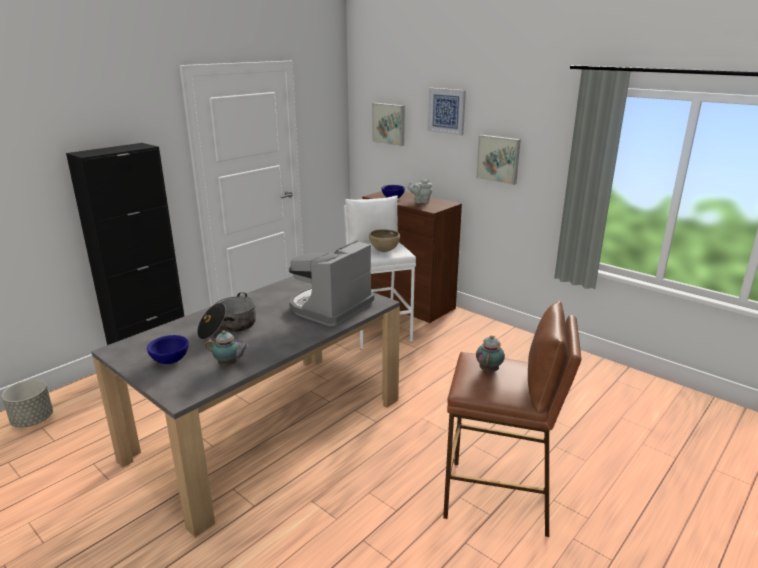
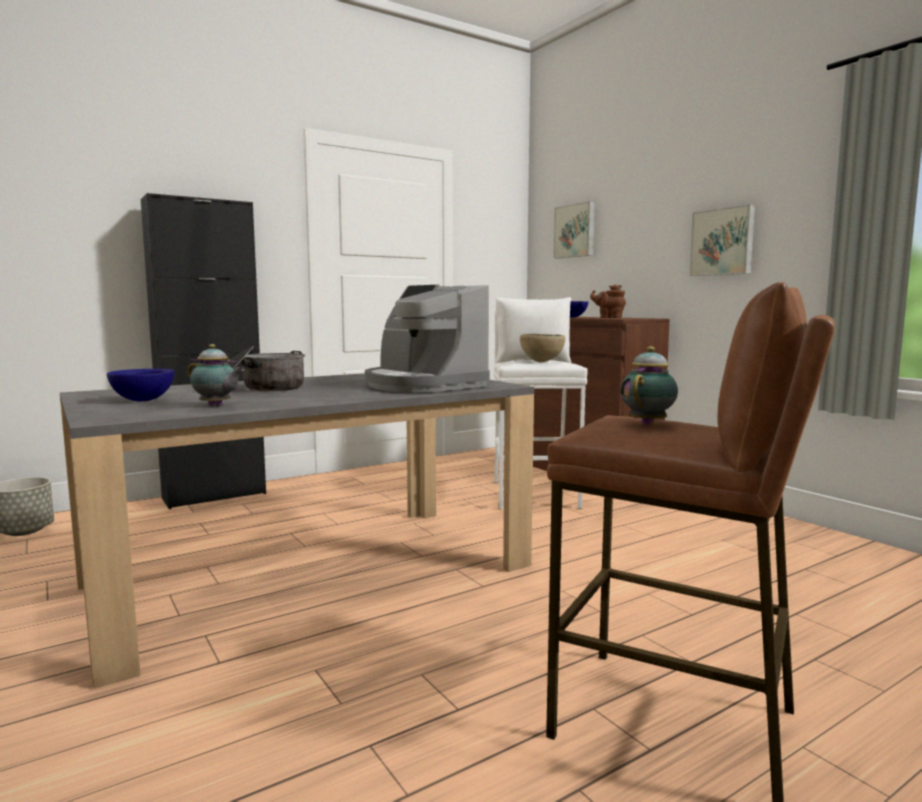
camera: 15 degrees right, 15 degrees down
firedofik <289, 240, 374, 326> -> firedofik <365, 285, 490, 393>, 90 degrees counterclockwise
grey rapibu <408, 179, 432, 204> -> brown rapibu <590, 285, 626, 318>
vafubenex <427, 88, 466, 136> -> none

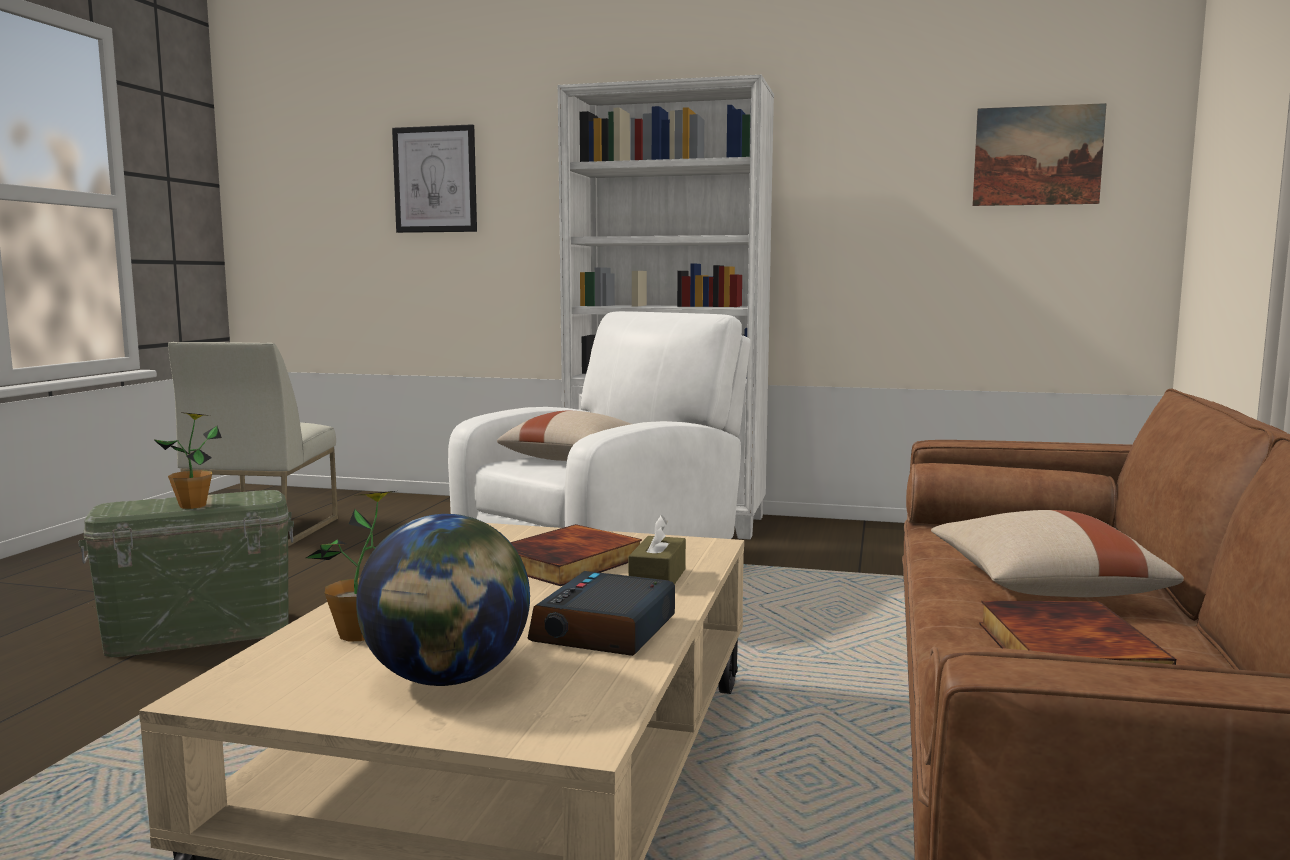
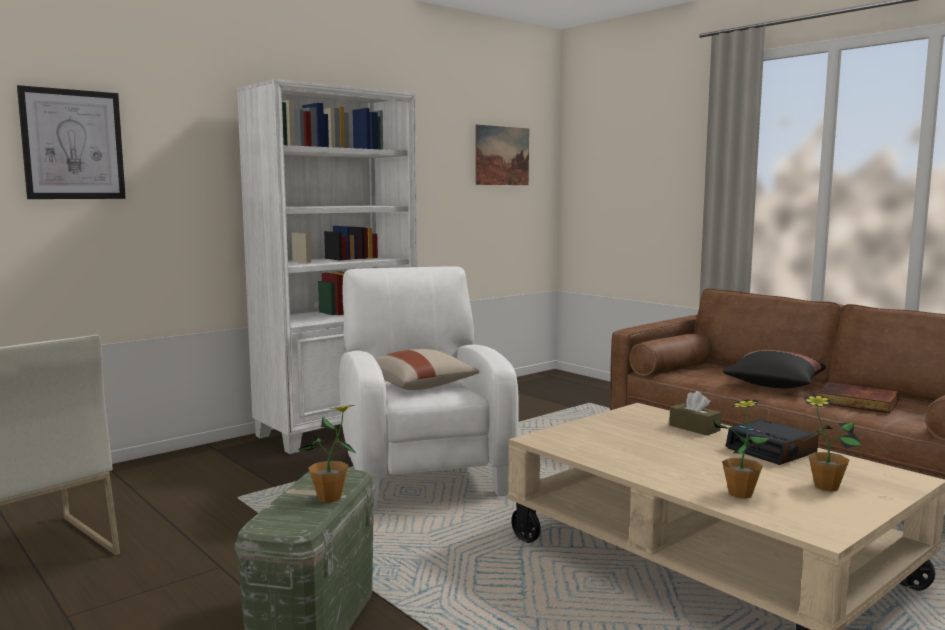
camera: 55 degrees left, 0 degrees up
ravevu <356, 514, 530, 686> -> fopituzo <803, 394, 862, 492>
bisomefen <510, 524, 642, 586> -> none
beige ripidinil <931, 510, 1184, 597> -> black ripidinil <723, 350, 826, 388>

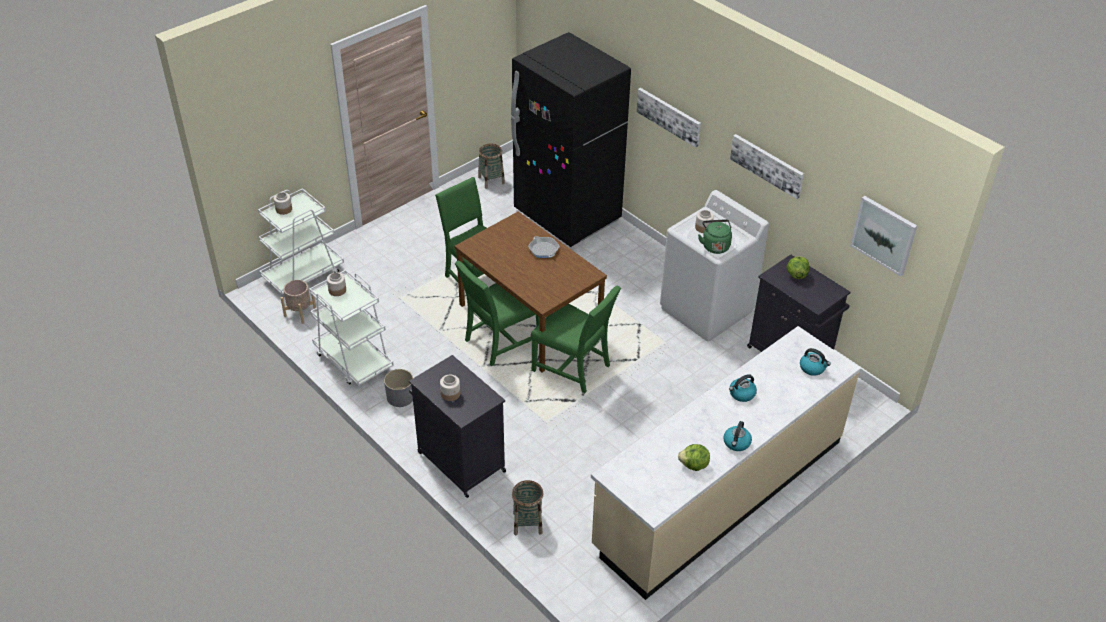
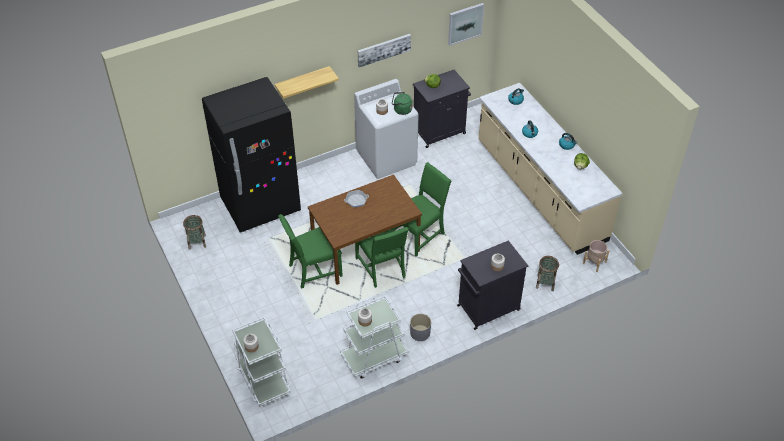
camera: 75 degrees left, 5 degrees up
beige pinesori <280, 280, 316, 324> -> beige pinesori <583, 240, 610, 272>, relocated
vafubenex <636, 88, 701, 148> -> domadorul <275, 66, 339, 99>

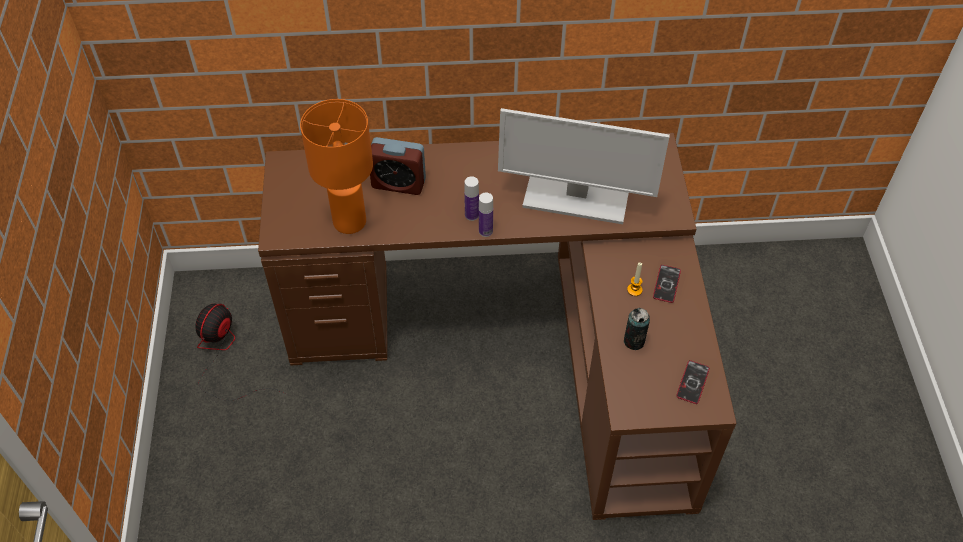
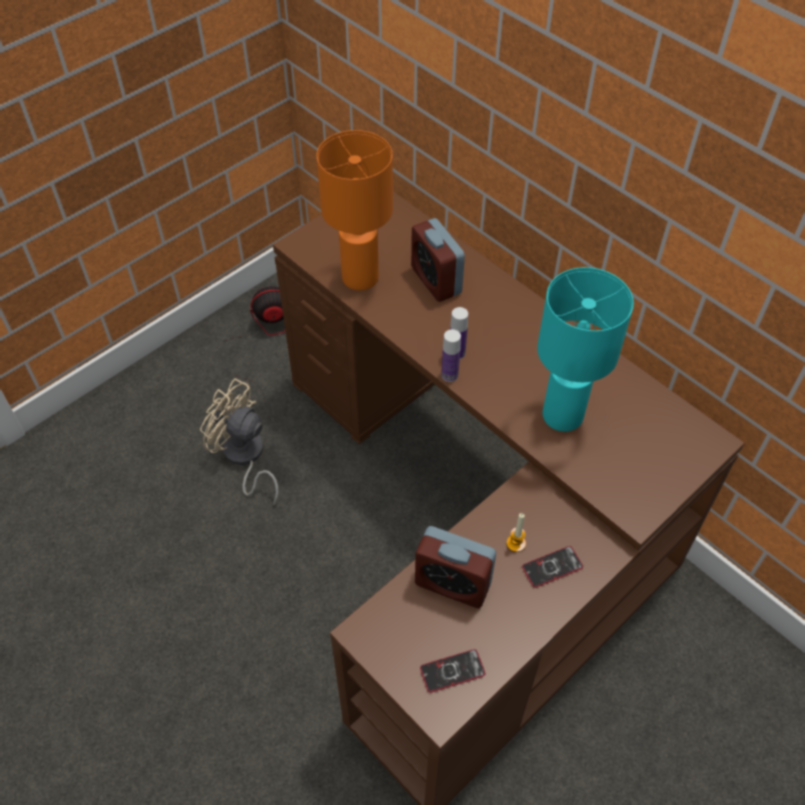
camera: 50 degrees right, 0 degrees up
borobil <498, 108, 670, 224> -> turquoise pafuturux <537, 267, 634, 432>
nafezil <624, 308, 650, 350> -> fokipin <415, 526, 496, 608>
none -> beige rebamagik <200, 378, 279, 506>

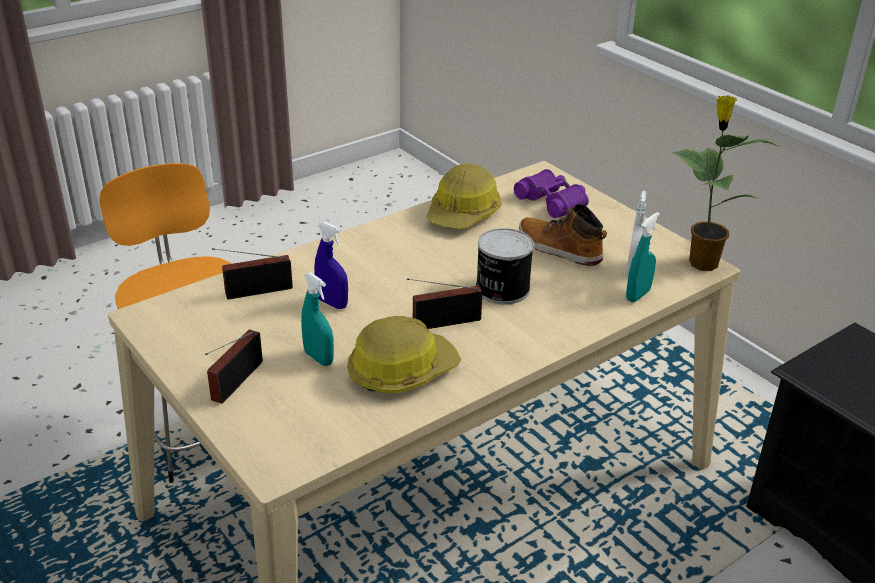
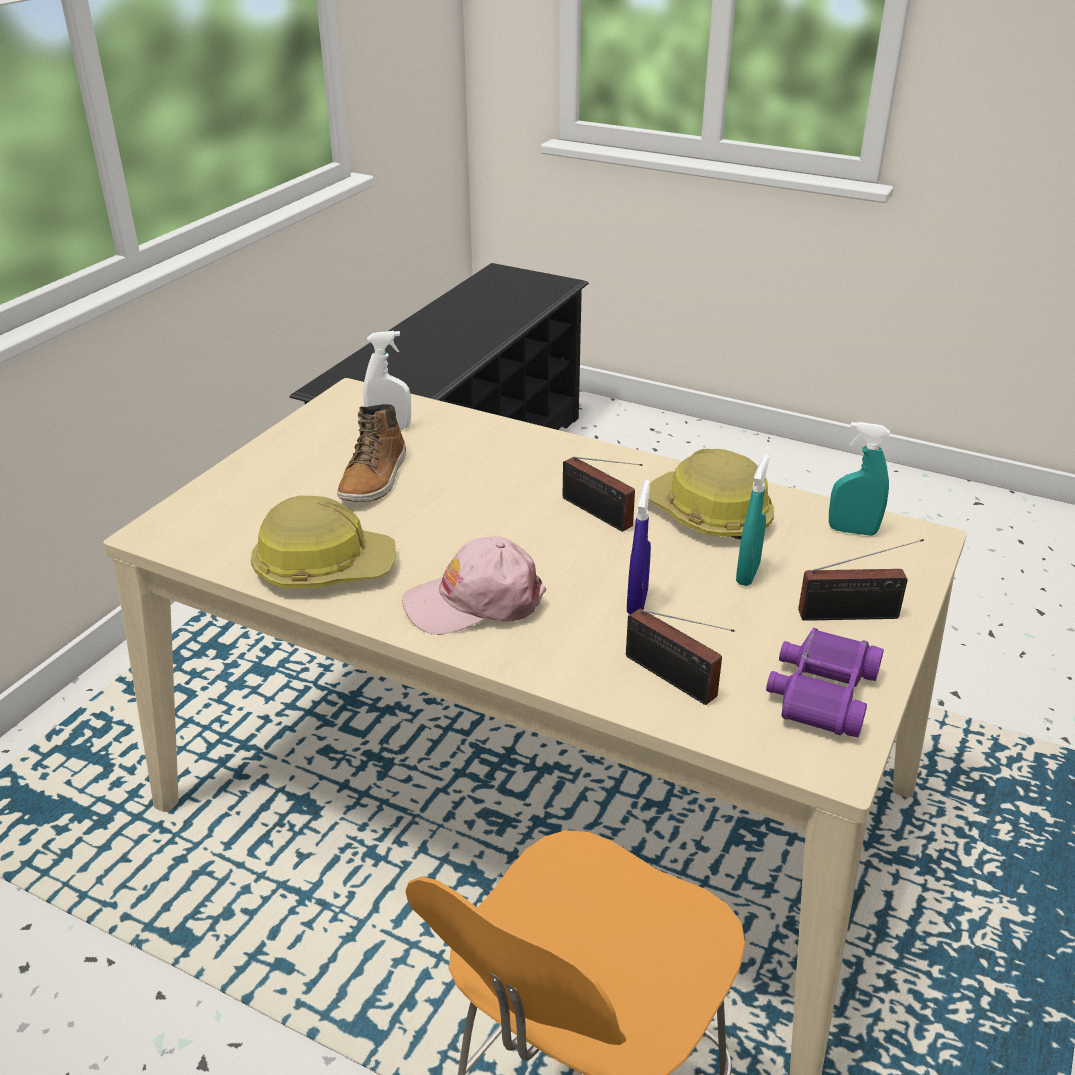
camera: 115 degrees left, 0 degrees up
nafezil <476, 228, 534, 304> -> none
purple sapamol <514, 169, 589, 218> -> purple sapamol <766, 628, 884, 738>, relocated
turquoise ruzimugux <626, 212, 660, 302> -> turquoise ruzimugux <829, 422, 890, 536>, relocated
fopituzo <672, 95, 781, 271> -> none
none -> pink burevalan <402, 537, 546, 635>

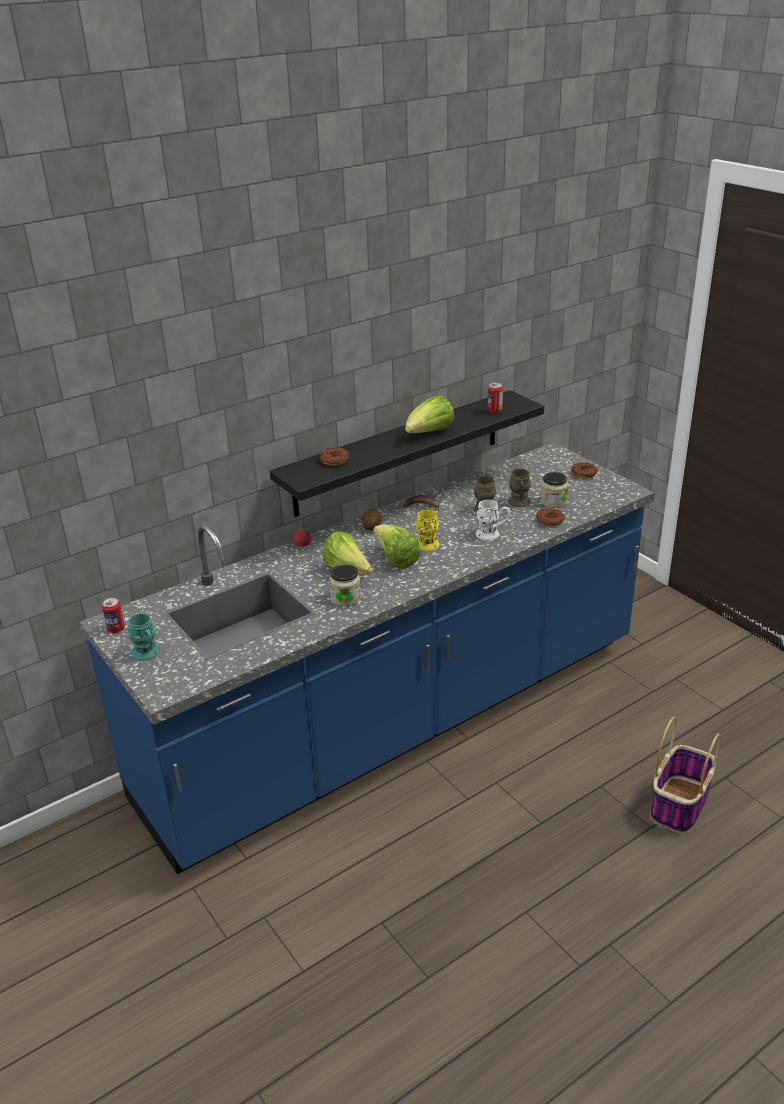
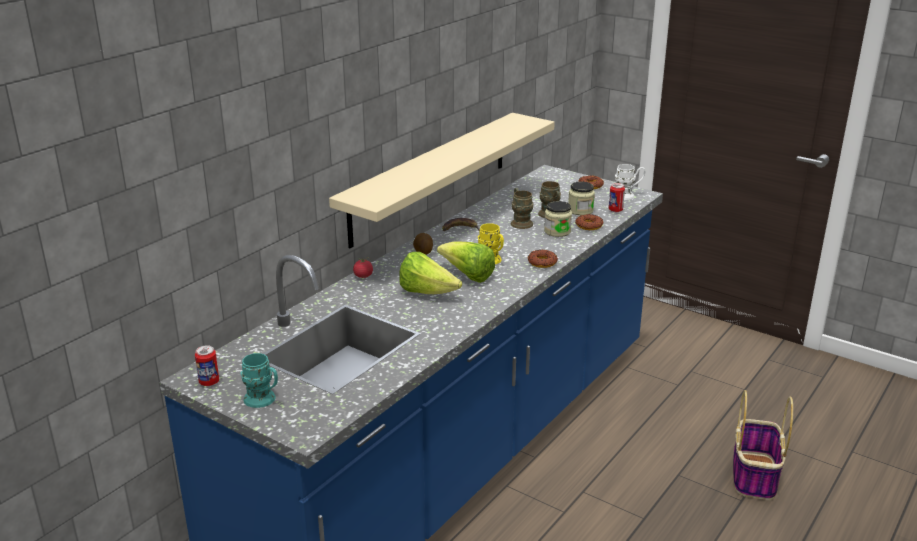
camera: 20 degrees left, 5 degrees down
black domadorul <270, 390, 544, 517> -> beige domadorul <329, 113, 555, 248>
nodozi <319, 447, 349, 466> -> nodozi <528, 249, 558, 268>, relocated
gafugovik <329, 565, 361, 606> -> gafugovik <544, 201, 572, 237>, relocated
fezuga <405, 395, 455, 433> -> none
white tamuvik <476, 500, 510, 540> -> white tamuvik <615, 164, 645, 200>, relocated
nafezil <487, 383, 503, 413> -> nafezil <609, 183, 625, 212>, relocated

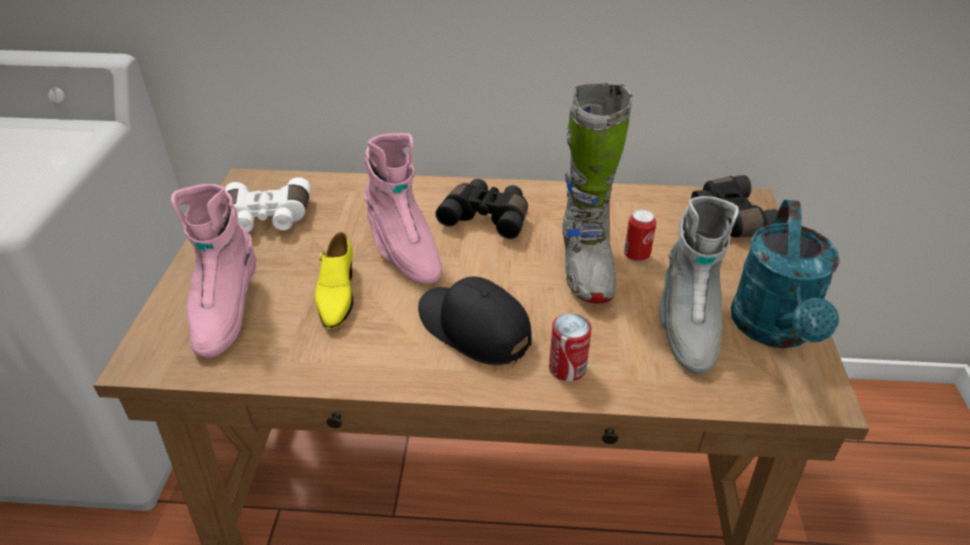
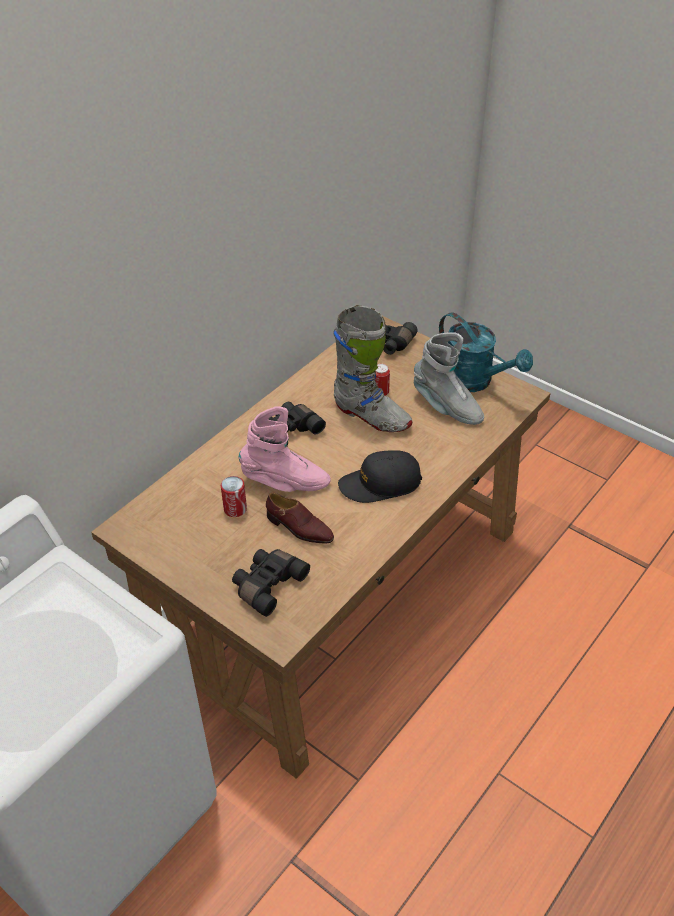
camera: 55 degrees left, 5 degrees up
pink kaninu <171, 184, 257, 358> -> black sapamol <232, 549, 310, 617>
white sapamol <225, 177, 311, 233> -> none
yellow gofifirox <315, 232, 353, 329> -> brown gofifirox <266, 493, 334, 543>
nafezil <549, 313, 591, 381> -> nafezil <221, 476, 247, 517>, relocated

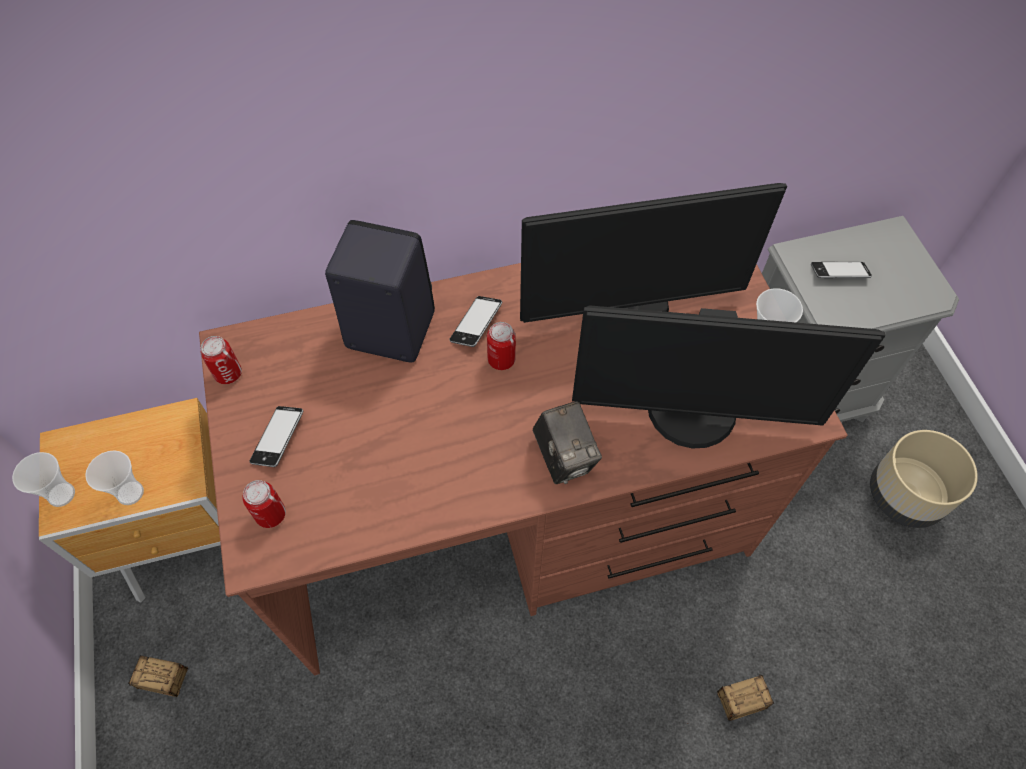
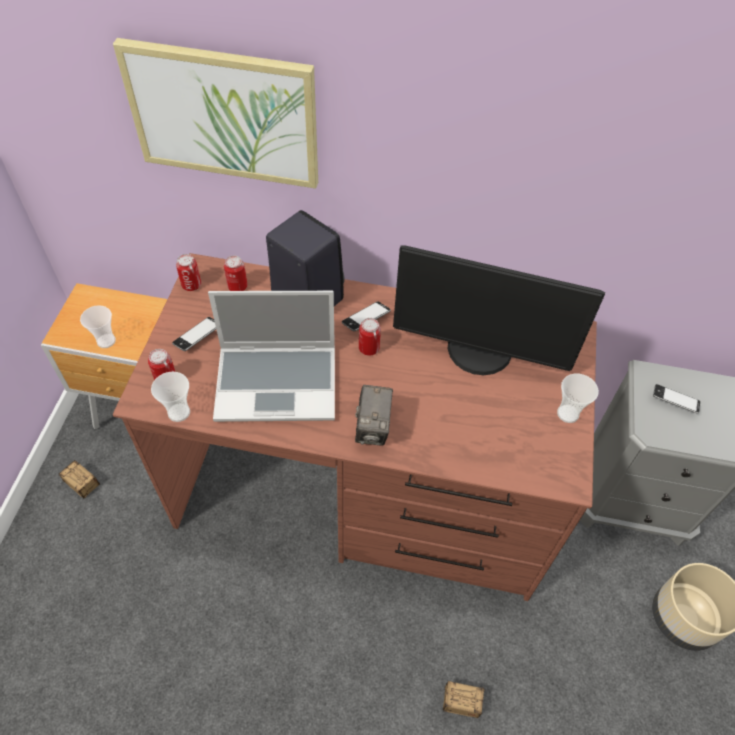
camera: 25 degrees right, 5 degrees down
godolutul <12, 452, 75, 507> -> godolutul <151, 372, 190, 422>, relocated
borobil <572, 306, 885, 449> -> none
none -> vafubenex <113, 38, 318, 189>
none -> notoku <208, 291, 335, 422>
none -> nafezil <224, 256, 247, 291>

